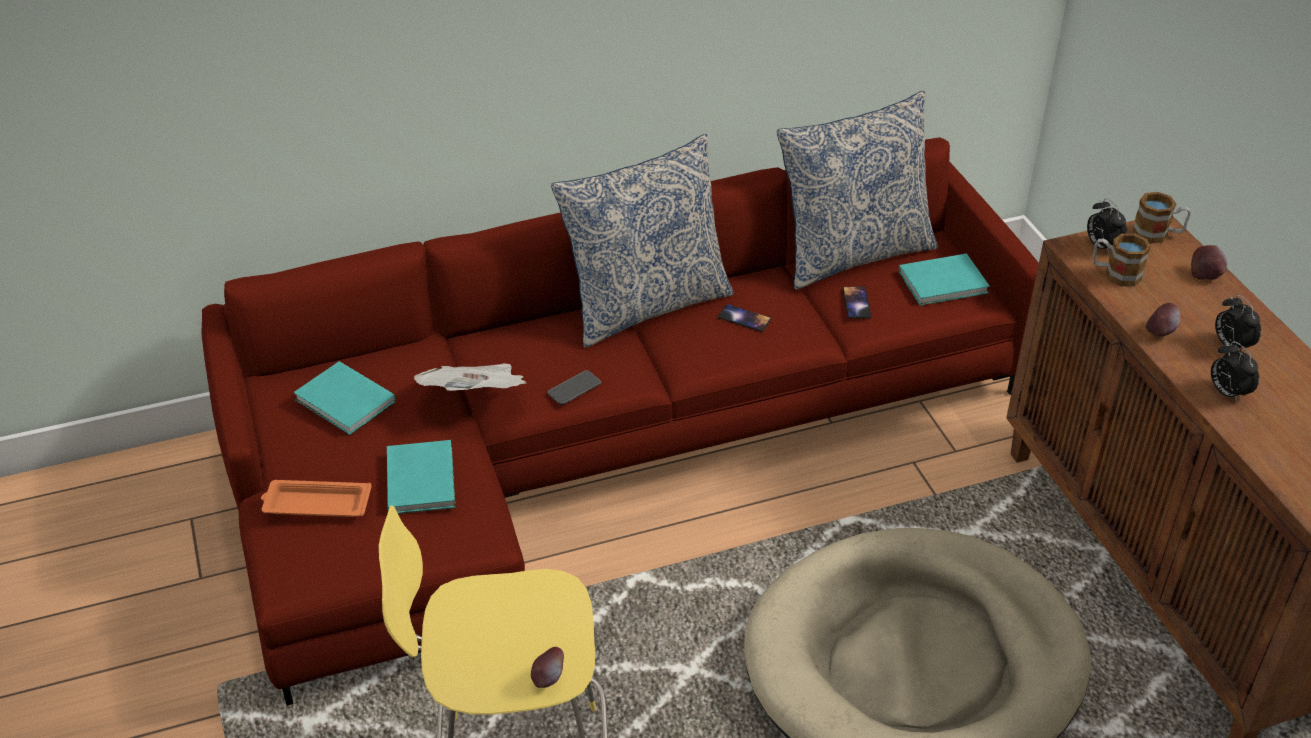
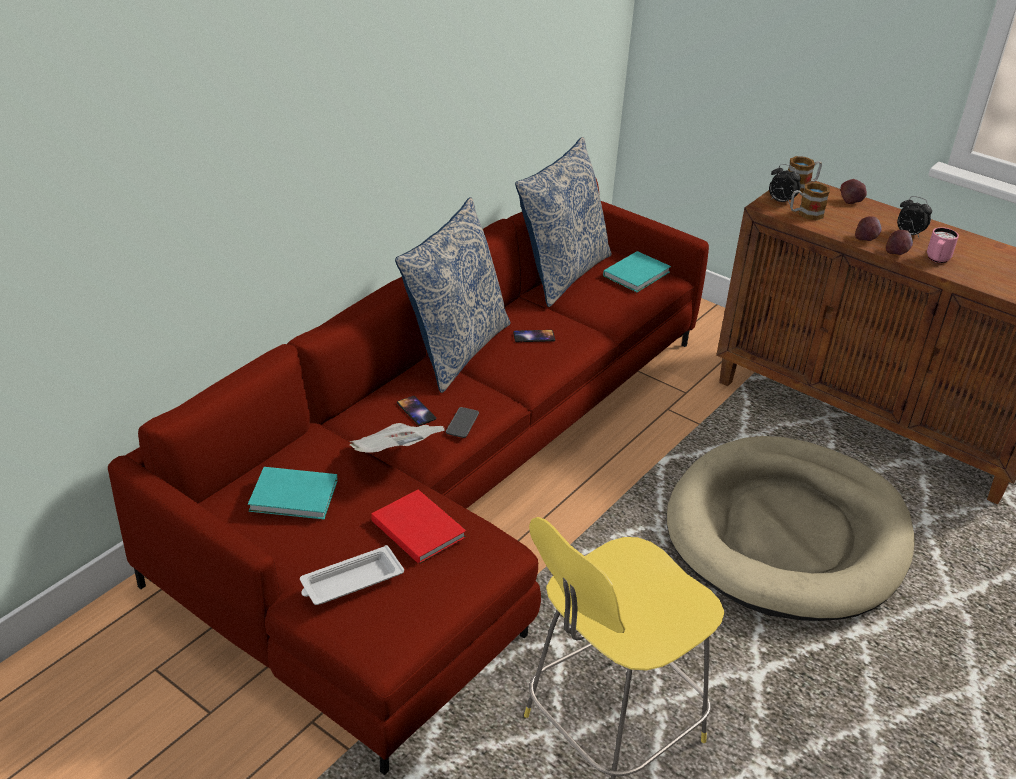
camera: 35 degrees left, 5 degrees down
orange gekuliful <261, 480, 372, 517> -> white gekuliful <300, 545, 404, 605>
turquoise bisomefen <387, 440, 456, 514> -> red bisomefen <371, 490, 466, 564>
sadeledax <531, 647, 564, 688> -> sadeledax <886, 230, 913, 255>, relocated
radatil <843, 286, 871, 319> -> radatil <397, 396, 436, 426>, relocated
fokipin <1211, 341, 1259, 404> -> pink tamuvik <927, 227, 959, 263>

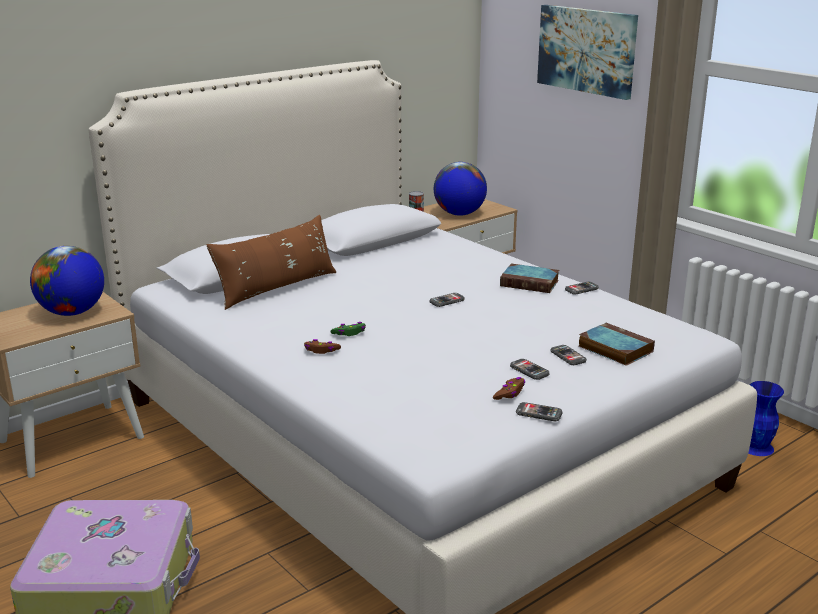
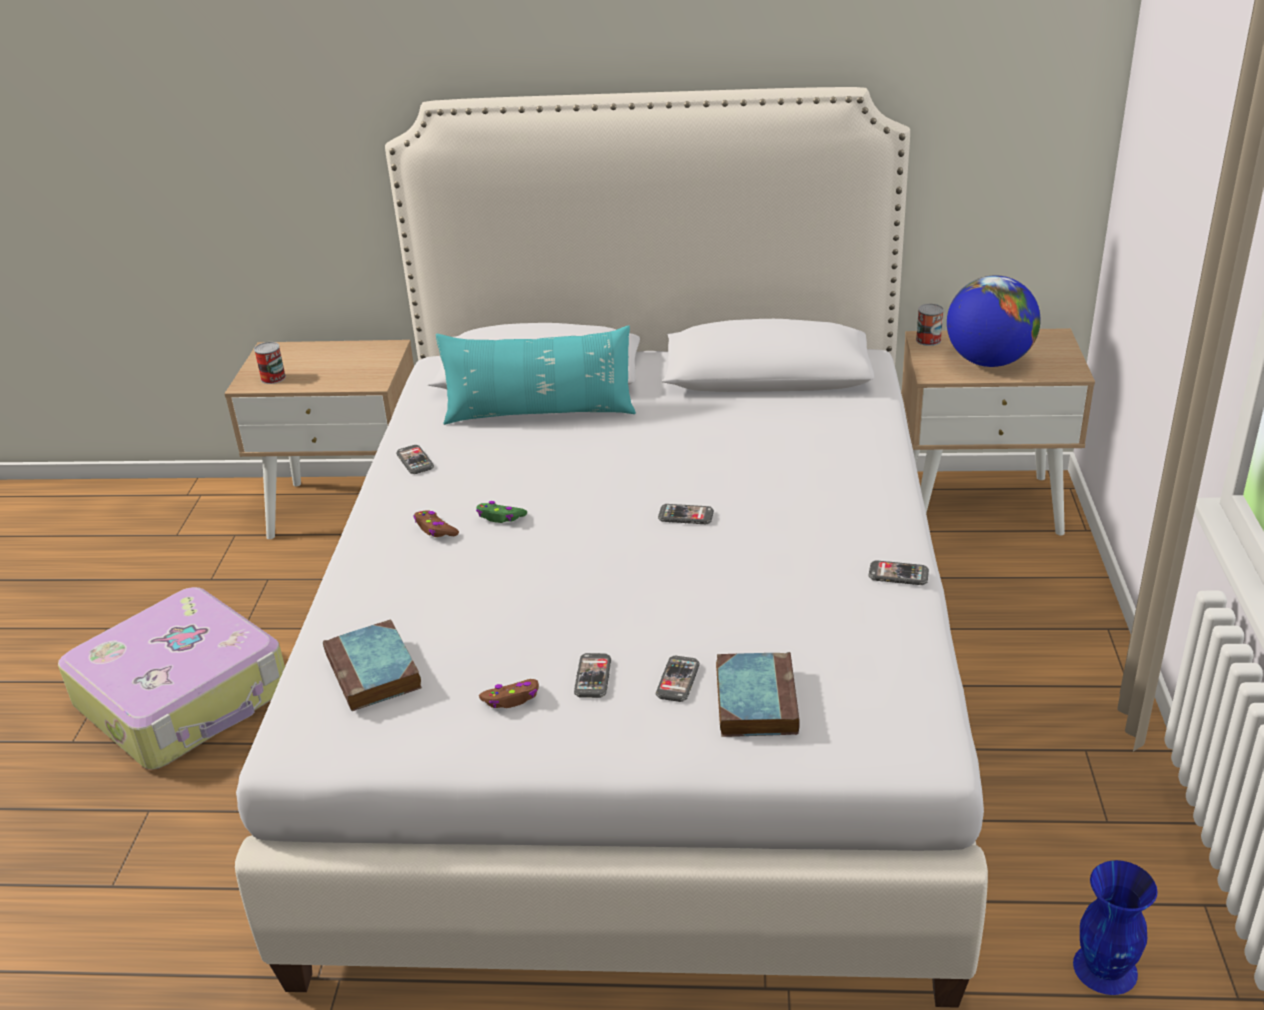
camera: 45 degrees right, 10 degrees up
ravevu <30, 246, 104, 316> -> none
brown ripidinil <206, 215, 336, 310> -> turquoise ripidinil <436, 325, 636, 425>
bisomefen <500, 263, 559, 293> -> bisomefen <323, 619, 422, 711>, relocated
radatil <516, 402, 563, 421> -> radatil <396, 445, 434, 474>, relocated
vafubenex <537, 5, 638, 100> -> none
none -> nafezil <254, 342, 286, 384>

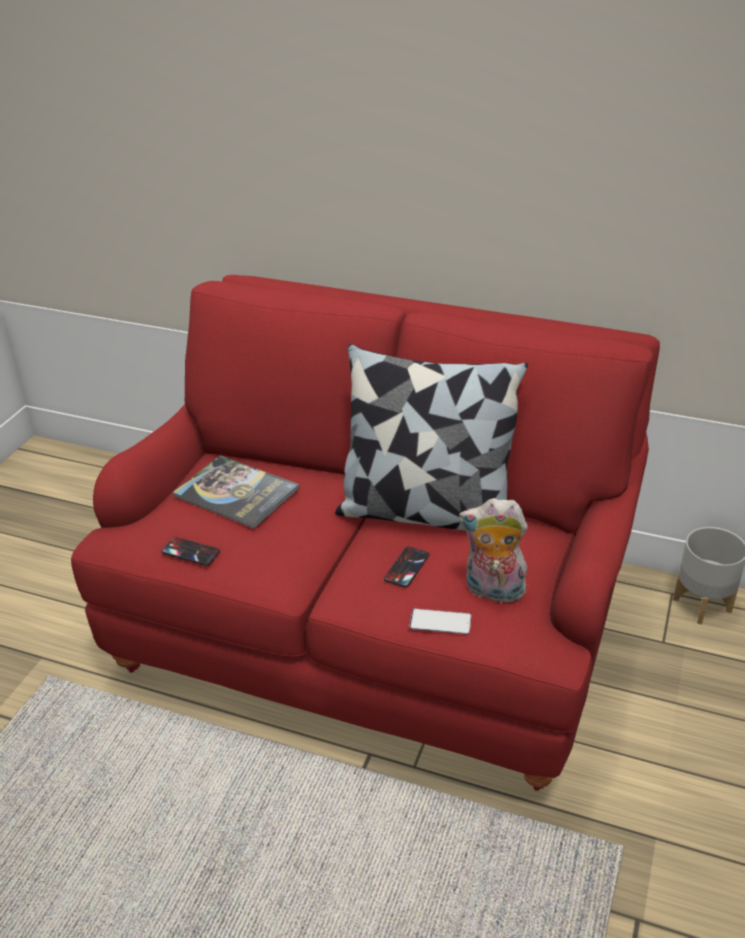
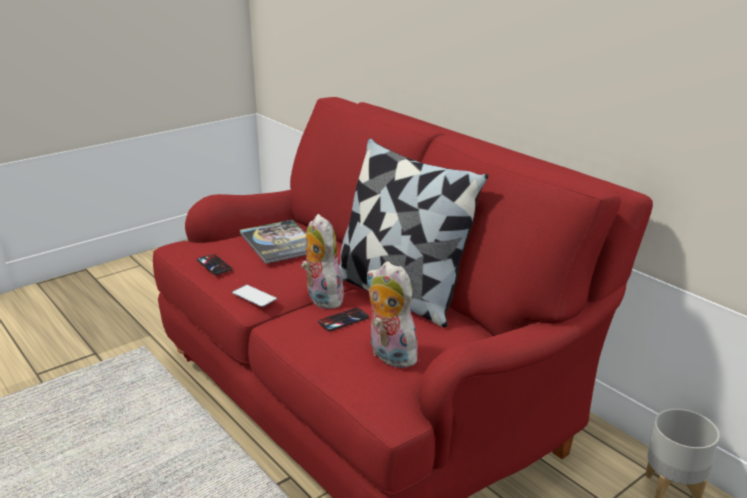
camera: 30 degrees right, 10 degrees down
radatil <409, 609, 471, 634> -> radatil <232, 285, 277, 307>, relocated
none -> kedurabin <301, 214, 344, 309>

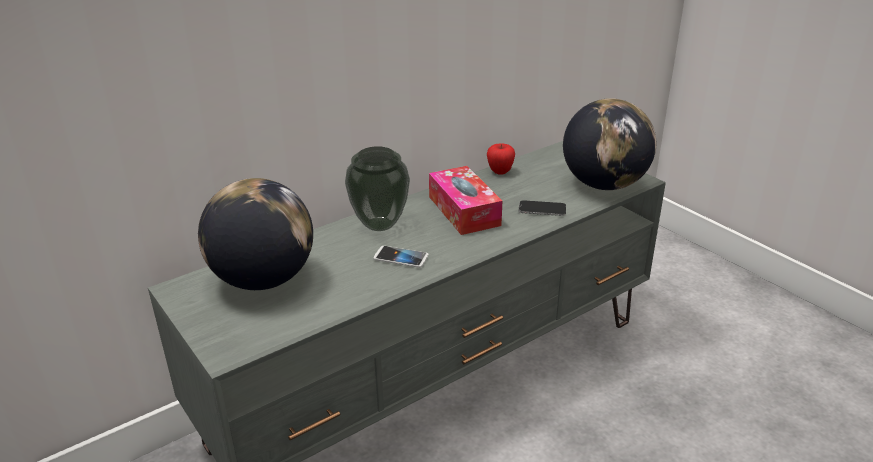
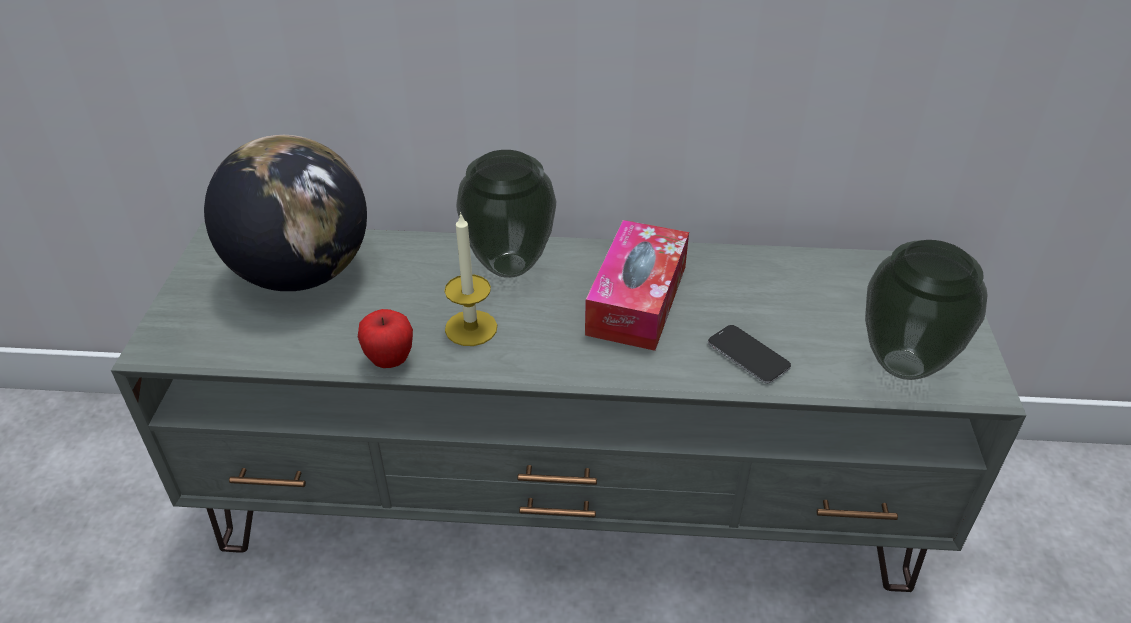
camera: 40 degrees right, 10 degrees up
radatil <373, 246, 429, 268> -> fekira <444, 212, 497, 346>
sadeledax <487, 143, 515, 175> -> sadeledax <358, 309, 413, 368>, relocated
ravevu <563, 98, 657, 190> -> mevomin <865, 240, 987, 380>

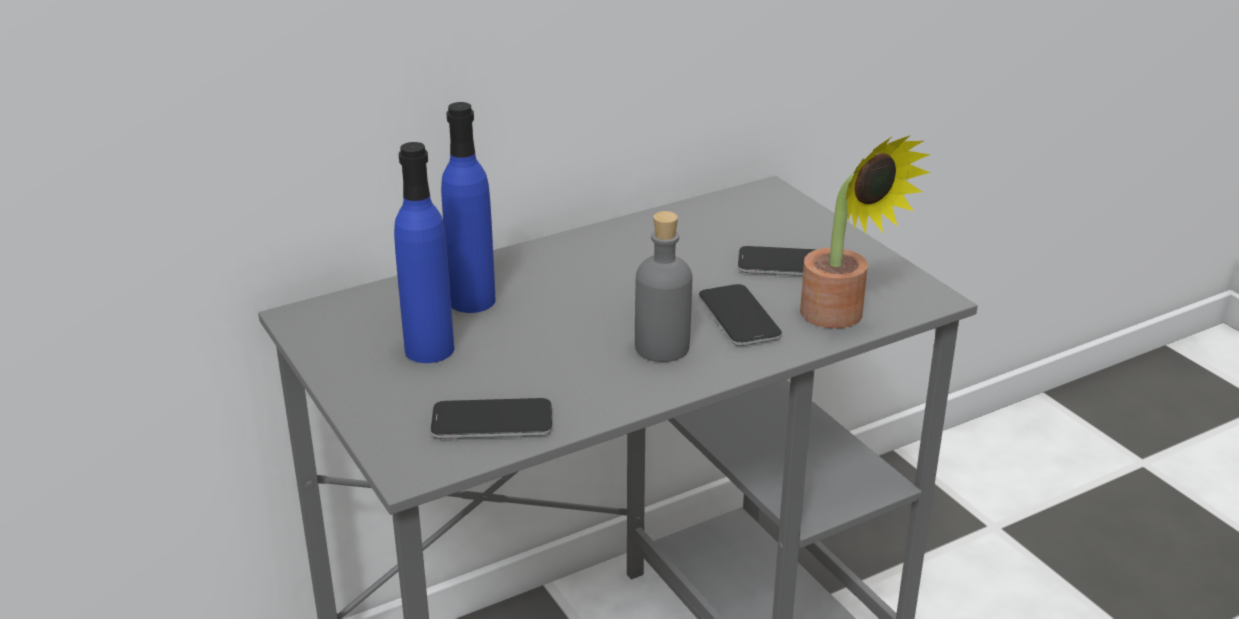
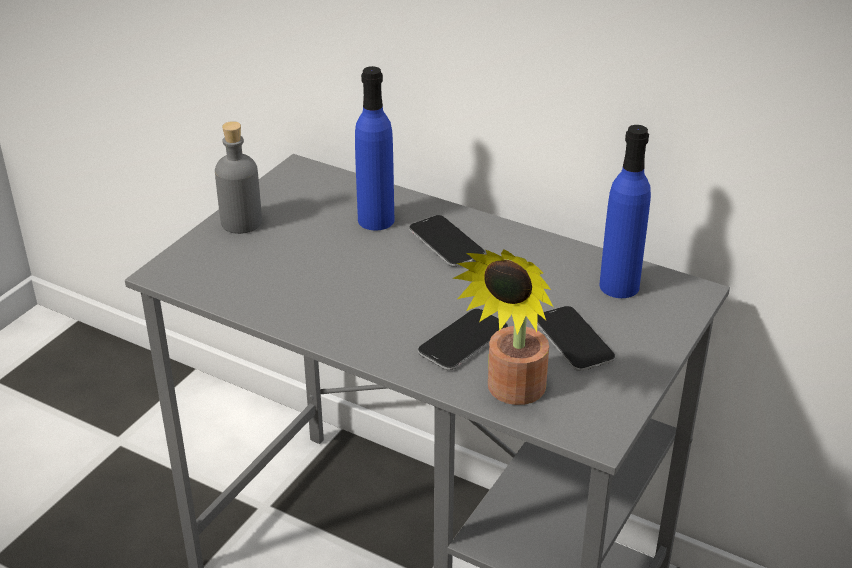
camera: 60 degrees right, 5 degrees up
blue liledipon <394, 142, 454, 363> -> blue liledipon <600, 125, 651, 298>, relocated
radatil <431, 398, 552, 439> -> radatil <409, 215, 485, 267>, relocated
grey liledipon <635, 211, 692, 362> -> grey liledipon <215, 121, 262, 234>, relocated

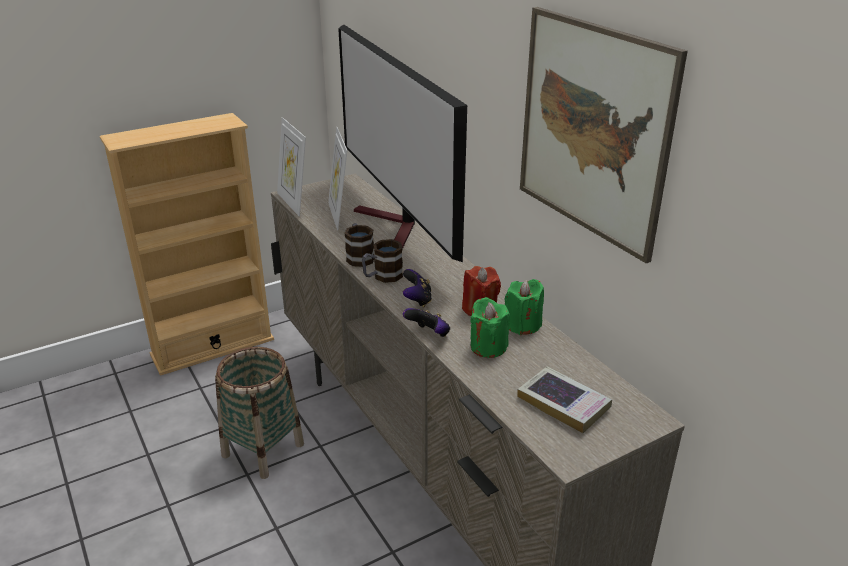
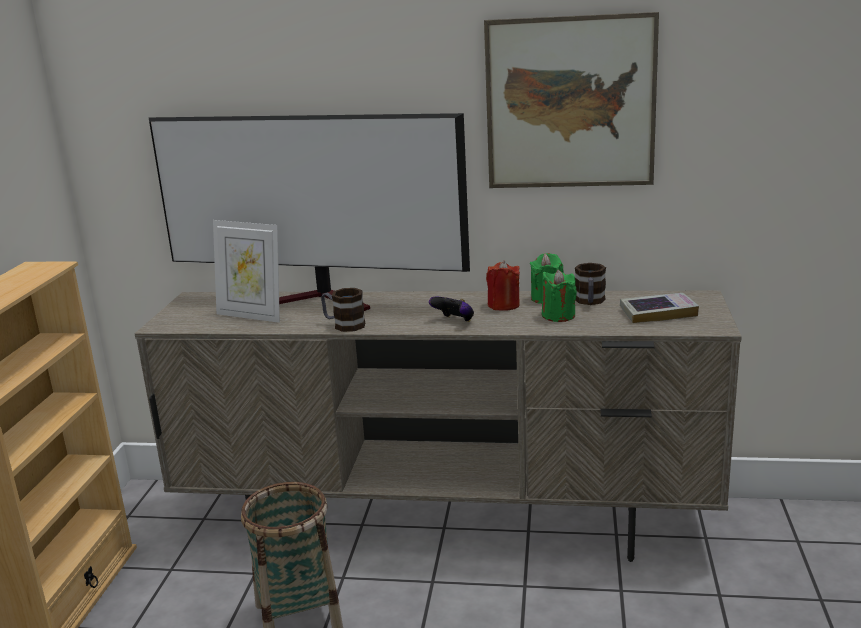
camera: 50 degrees left, 10 degrees down
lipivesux <277, 117, 306, 217> -> none
tamuvik <362, 239, 403, 283> -> tamuvik <575, 263, 606, 305>, relocated
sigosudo <403, 308, 450, 337> -> none

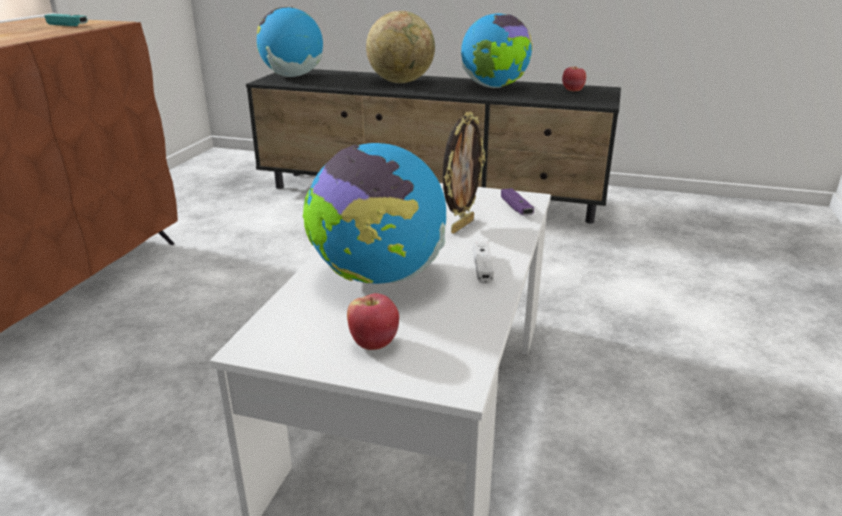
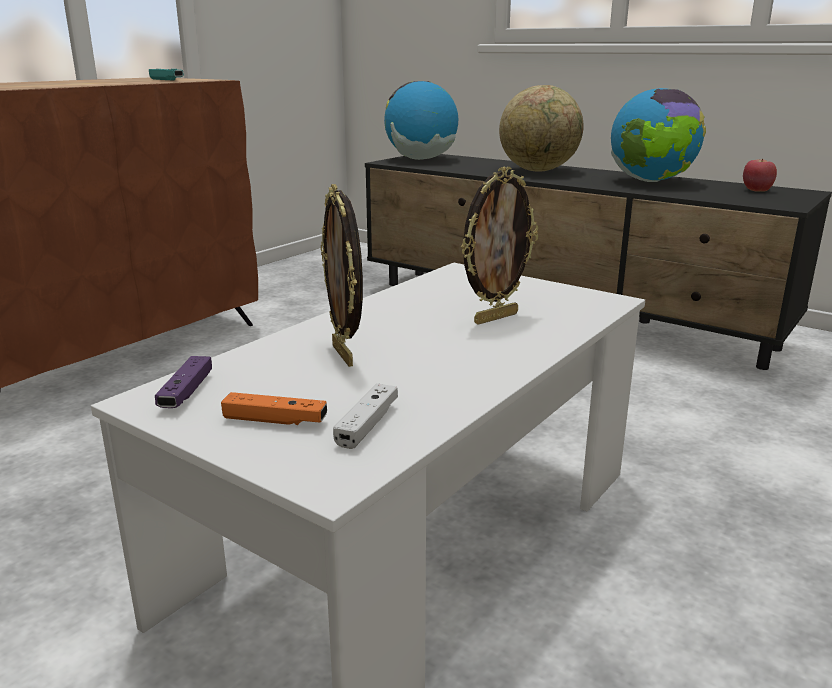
camera: 20 degrees right, 5 degrees down
ravevu <303, 143, 446, 284> -> lipivesux <321, 184, 363, 367>
sadeledax <347, 293, 399, 350> -> orange sigosudo <221, 392, 327, 425>
white sigosudo <473, 242, 494, 283> -> white sigosudo <333, 383, 398, 449>, relocated
purple sigosudo <501, 188, 534, 216> -> purple sigosudo <155, 356, 212, 408>, relocated

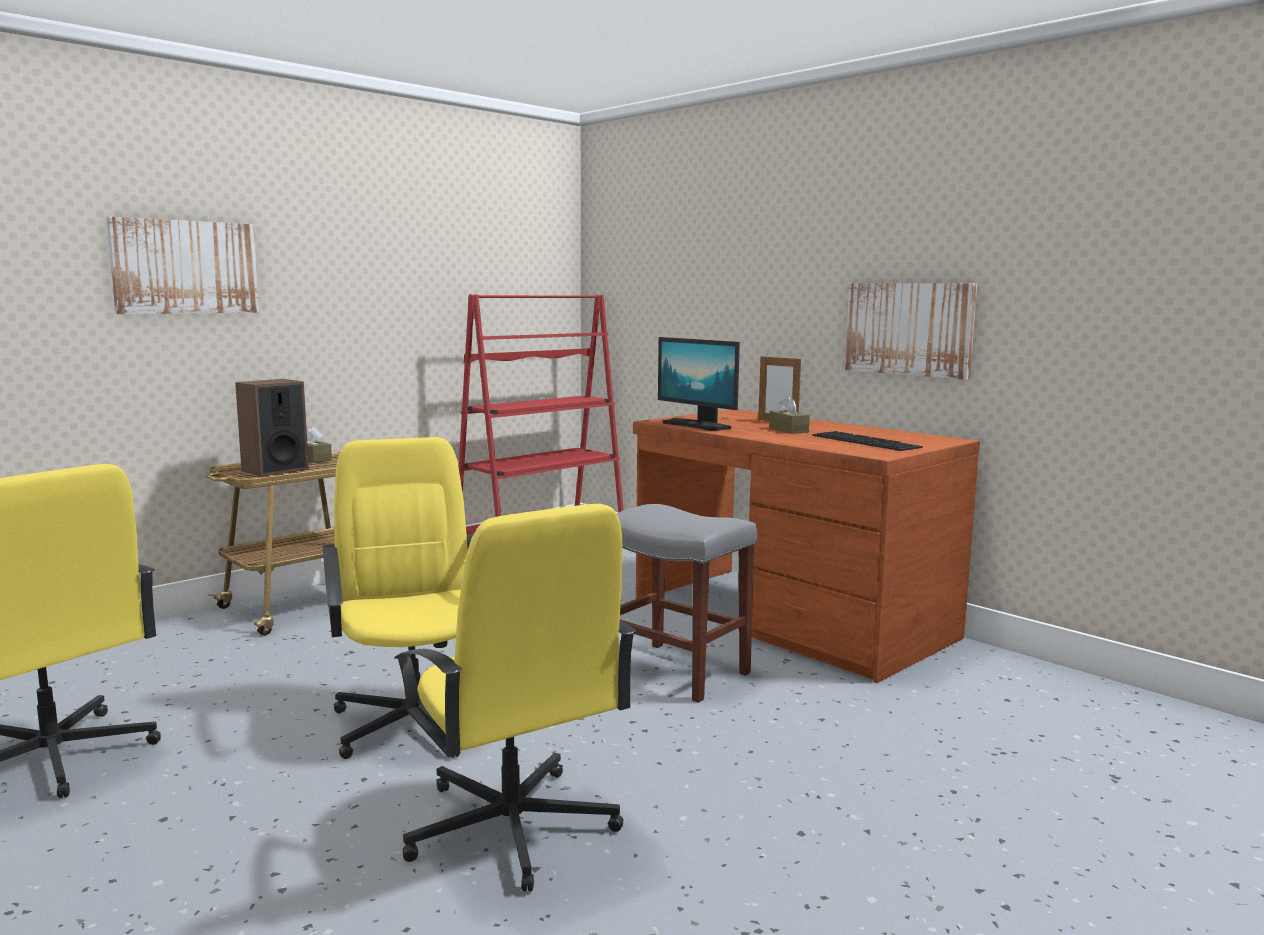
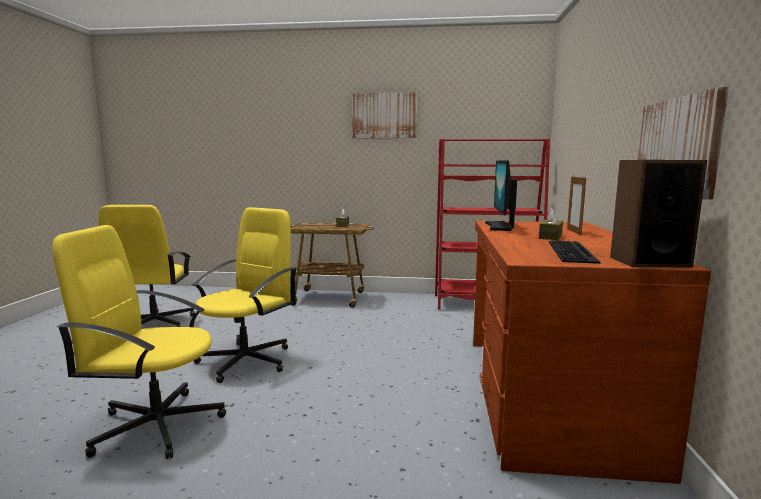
camera: 50 degrees right, 0 degrees up
vafubenex <107, 217, 259, 314> -> vafubenex <352, 92, 418, 138>, relocated
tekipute <235, 379, 309, 476> -> tekipute <610, 160, 707, 268>, relocated
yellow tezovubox <394, 504, 636, 892> -> yellow tezovubox <52, 225, 226, 459>, 75 degrees clockwise
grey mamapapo <617, 504, 757, 703> -> none

